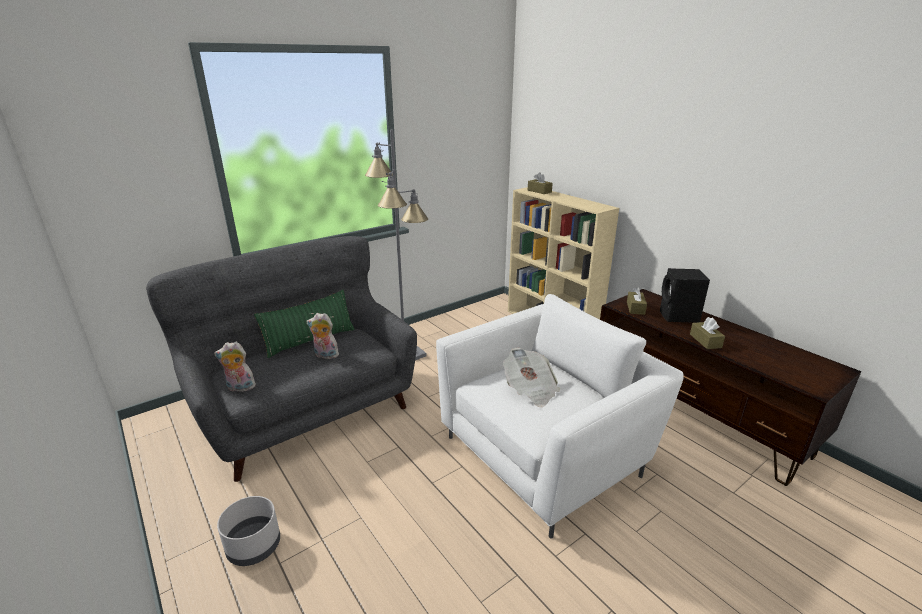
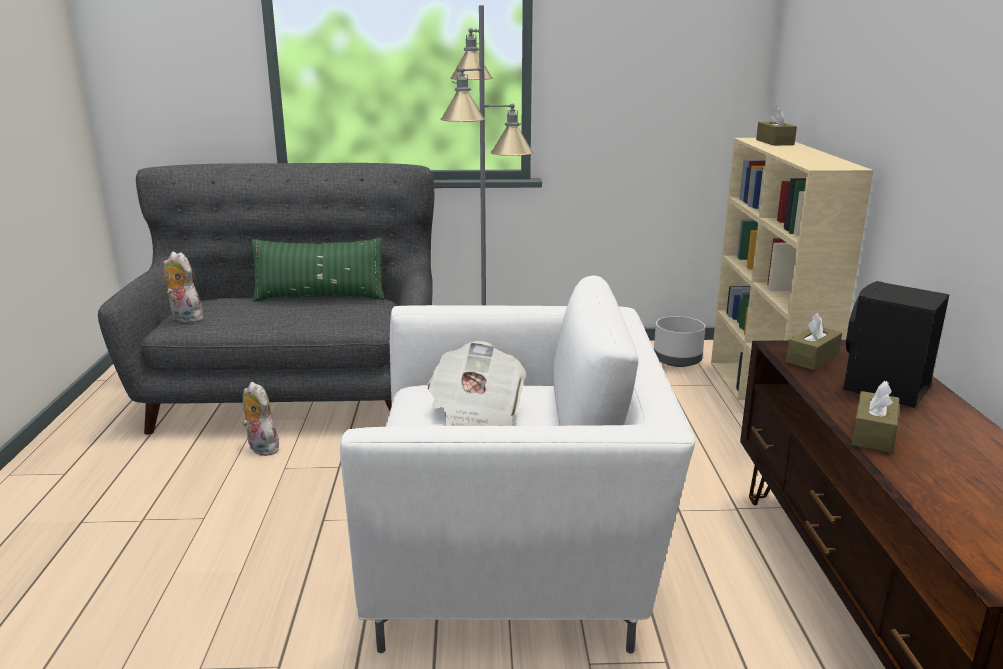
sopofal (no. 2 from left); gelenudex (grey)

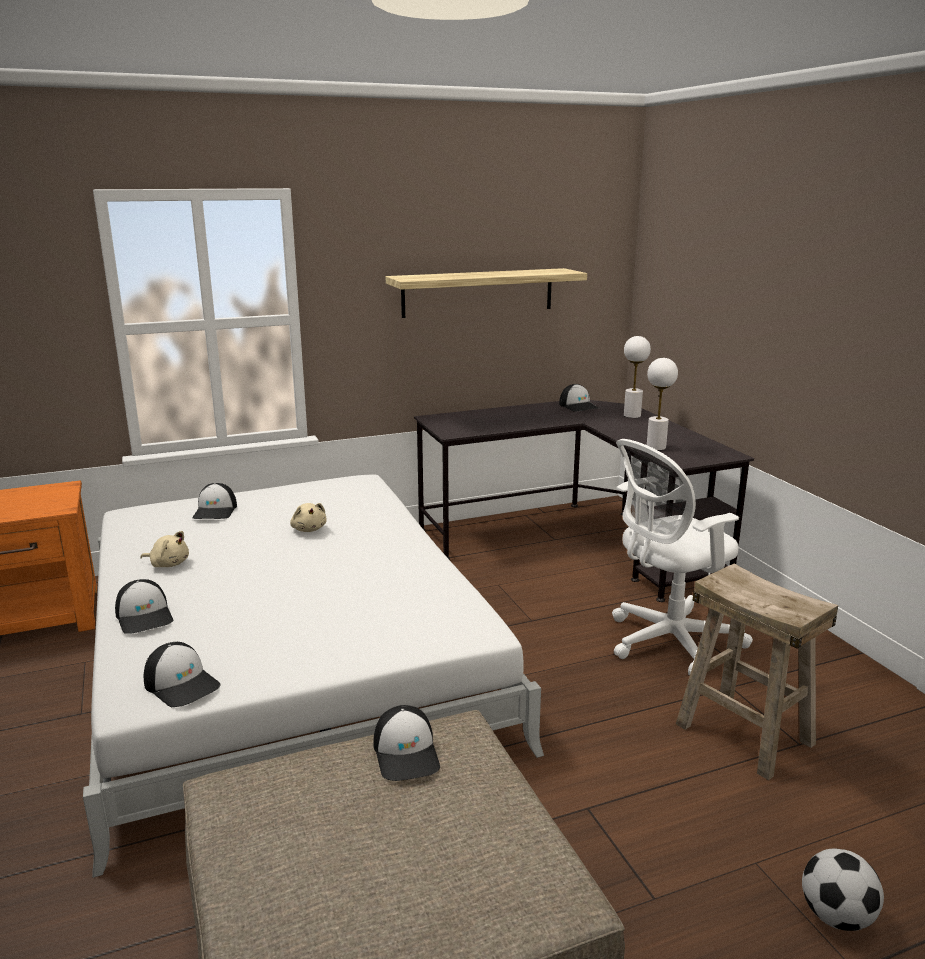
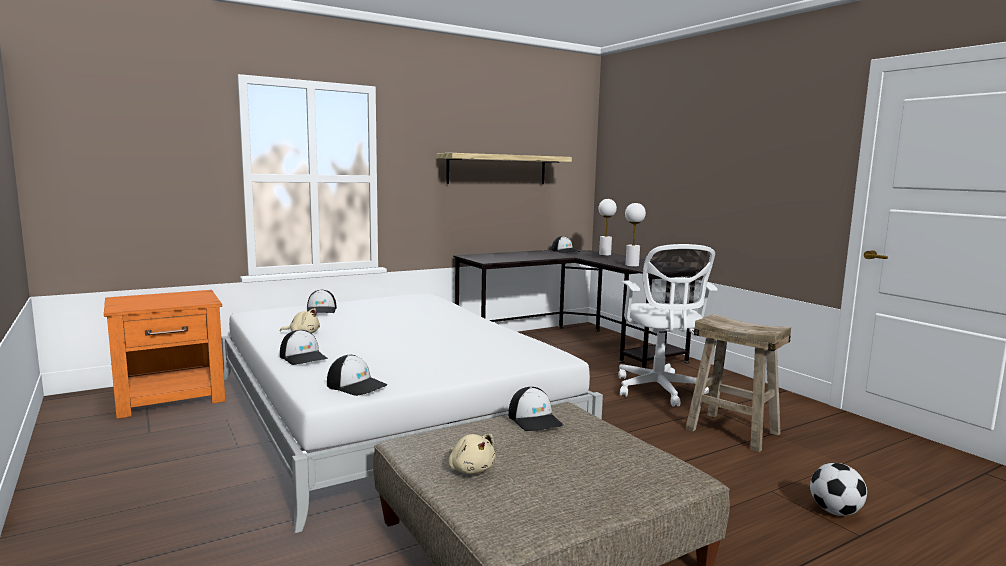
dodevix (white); sopofal (beige) (no. 2 from left)

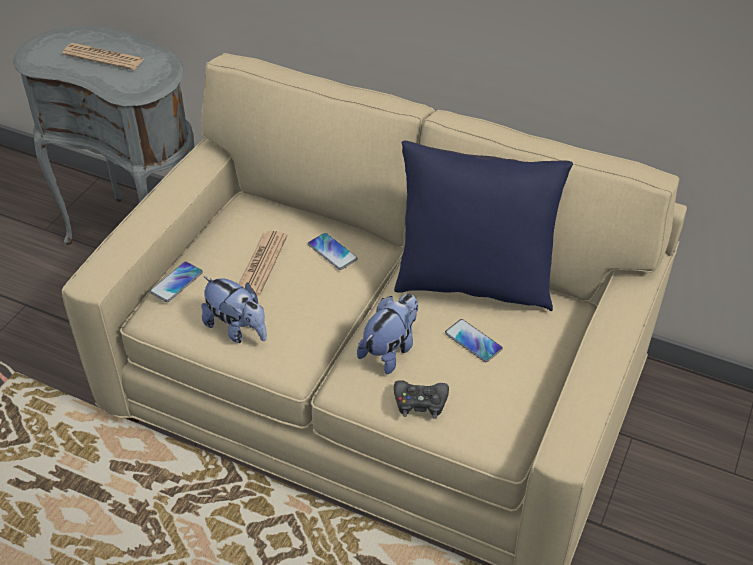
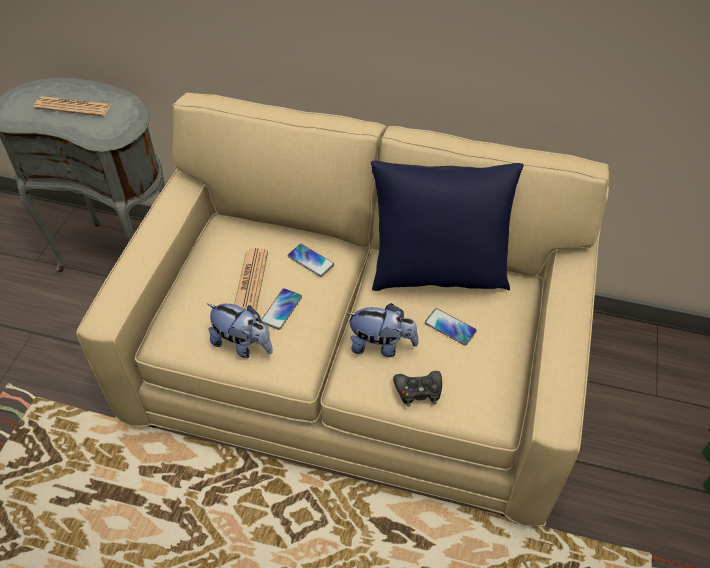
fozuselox (no. 1 from left); sopofal (no. 2 from left)

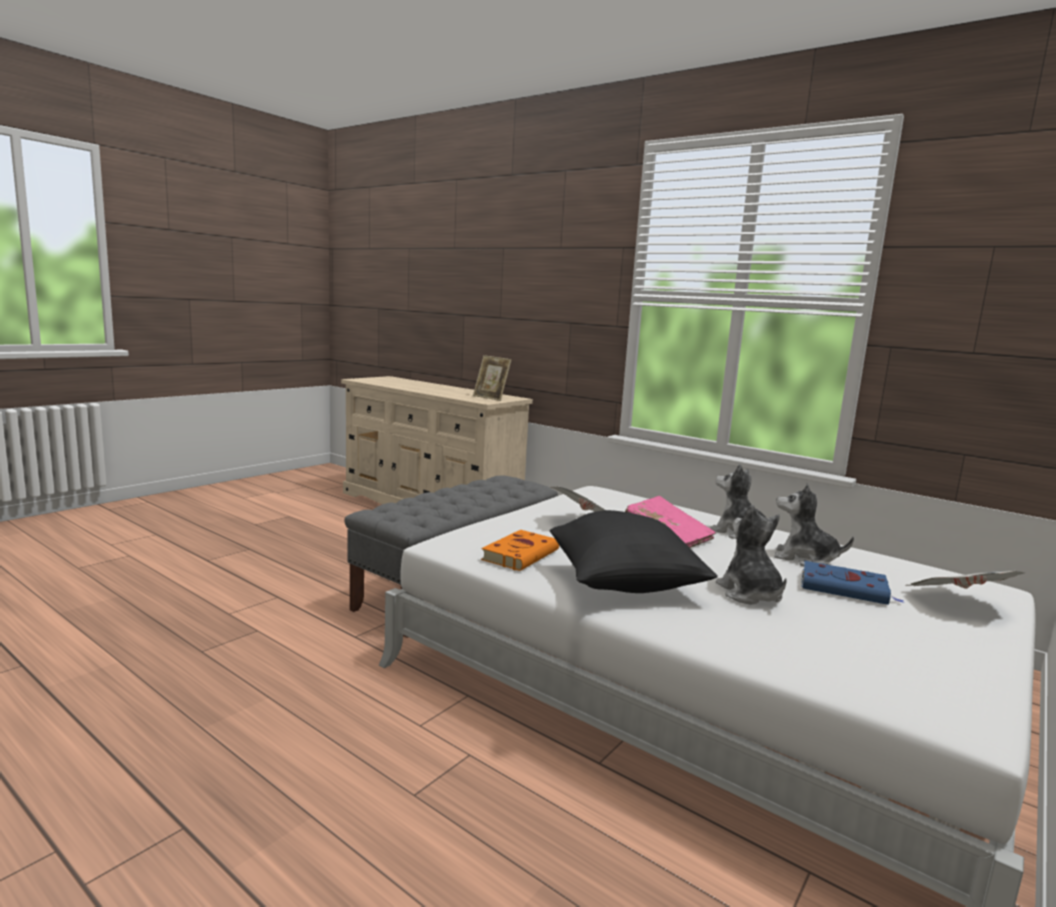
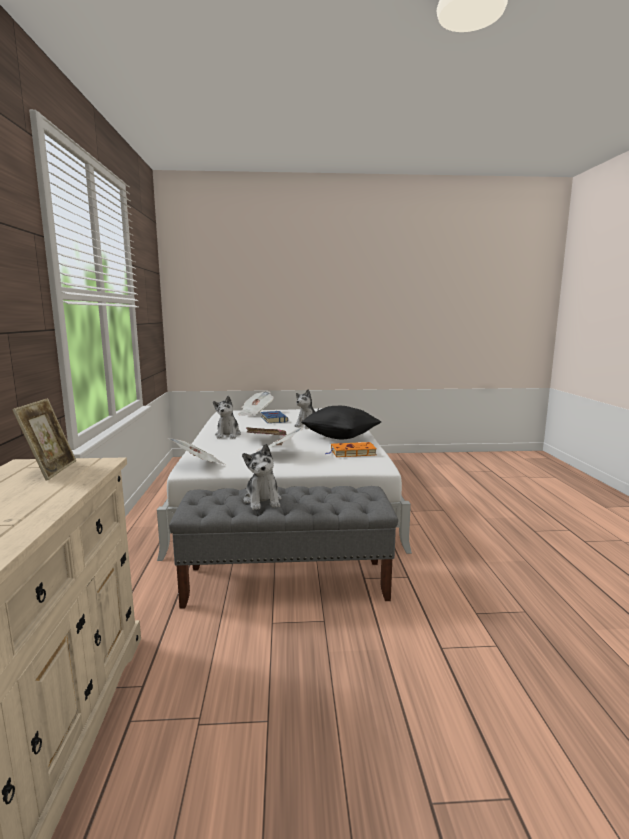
sopofal (no. 2 from left); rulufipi (no. 1 from left)

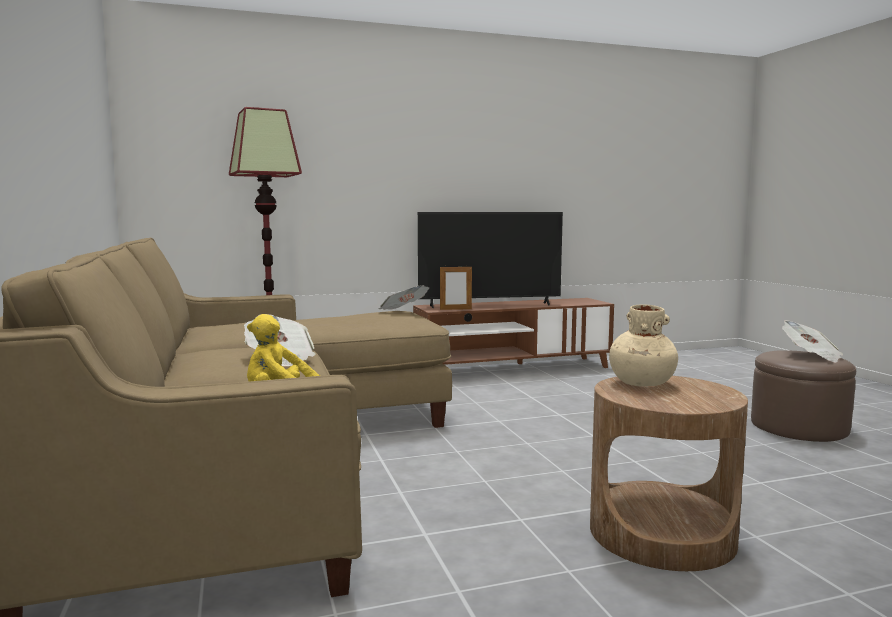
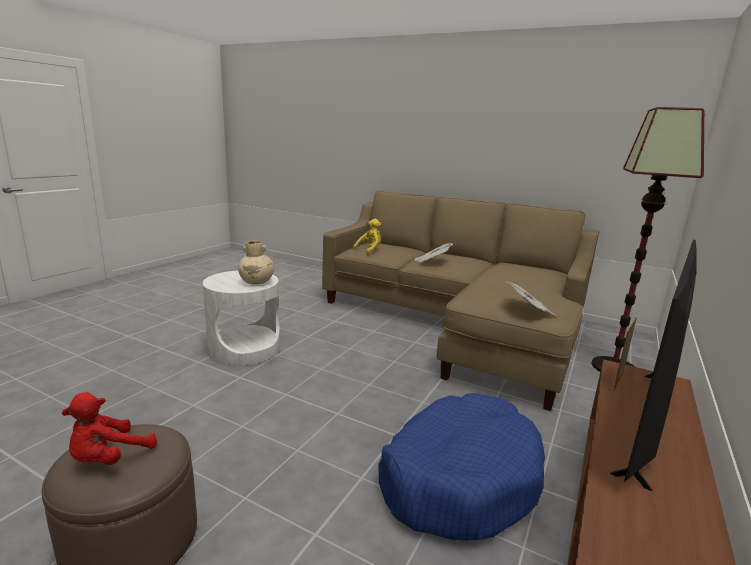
sopofal (red); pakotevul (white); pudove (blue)

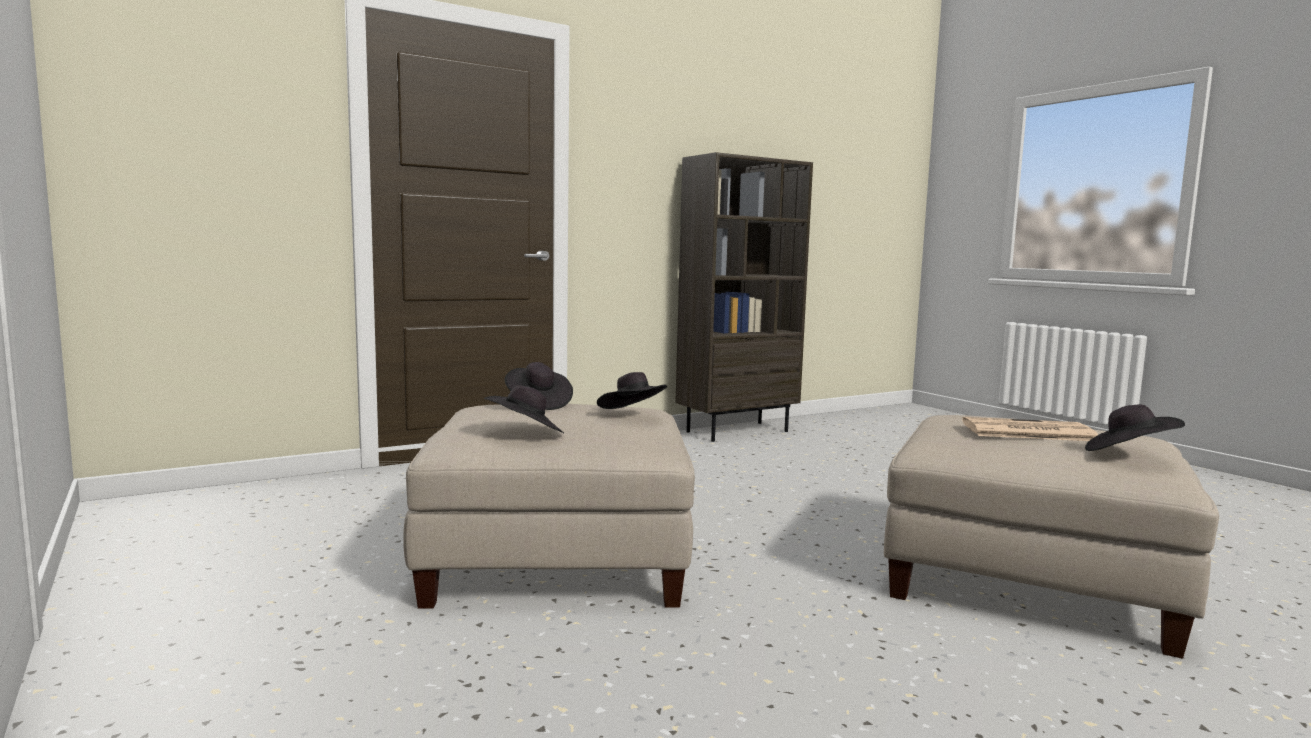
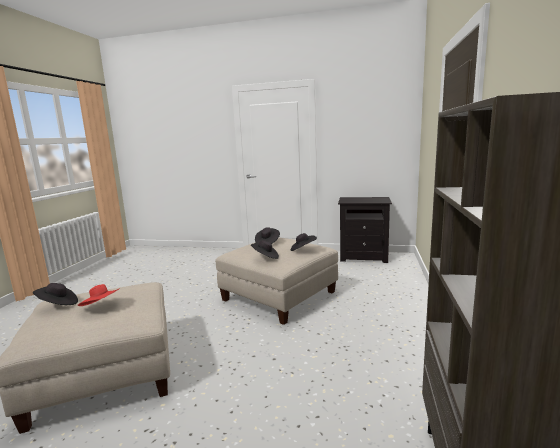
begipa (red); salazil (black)

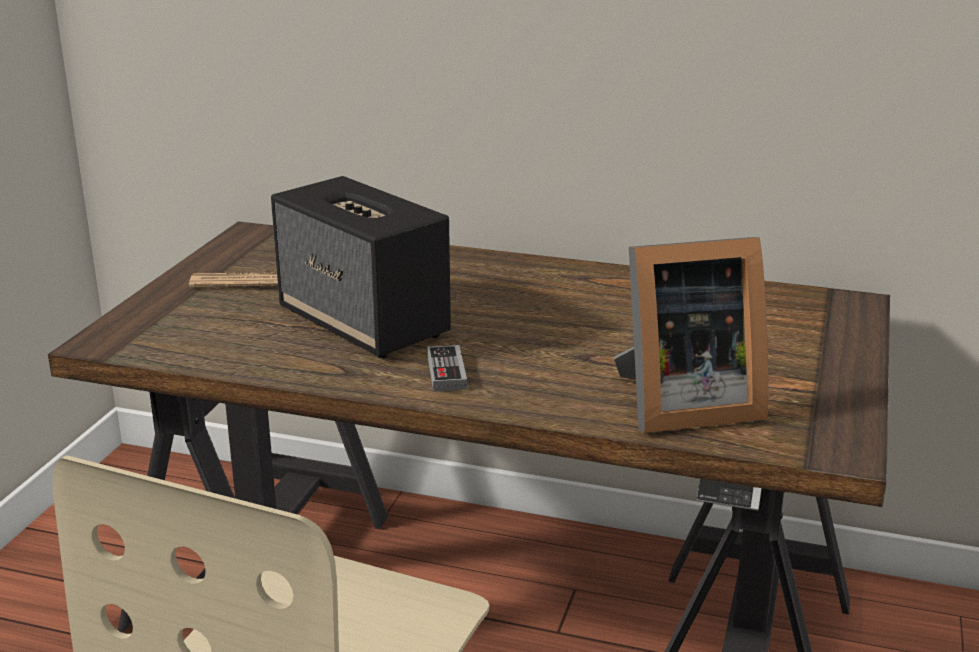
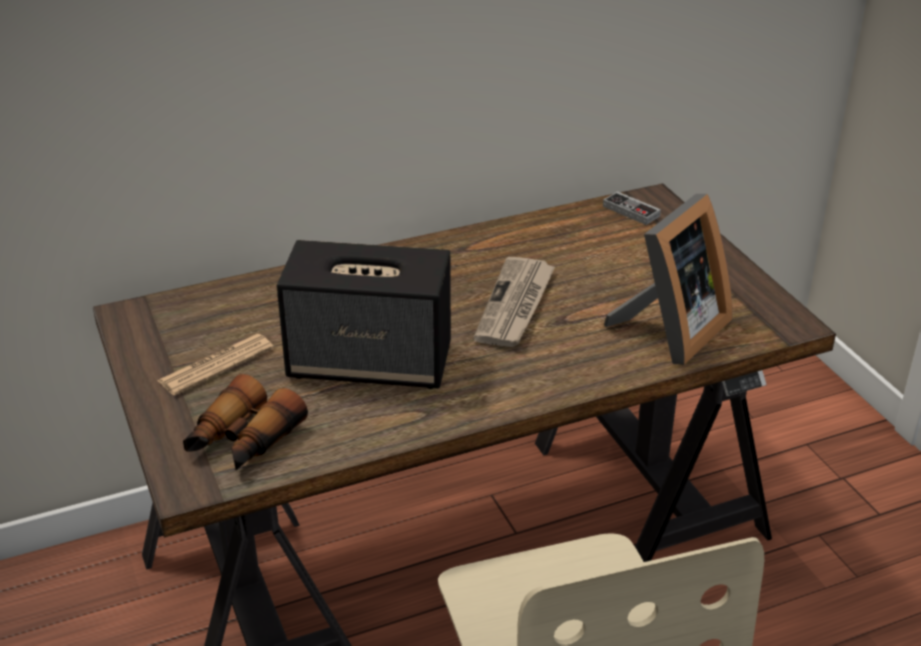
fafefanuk; rulufipi (no. 2 from left); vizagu

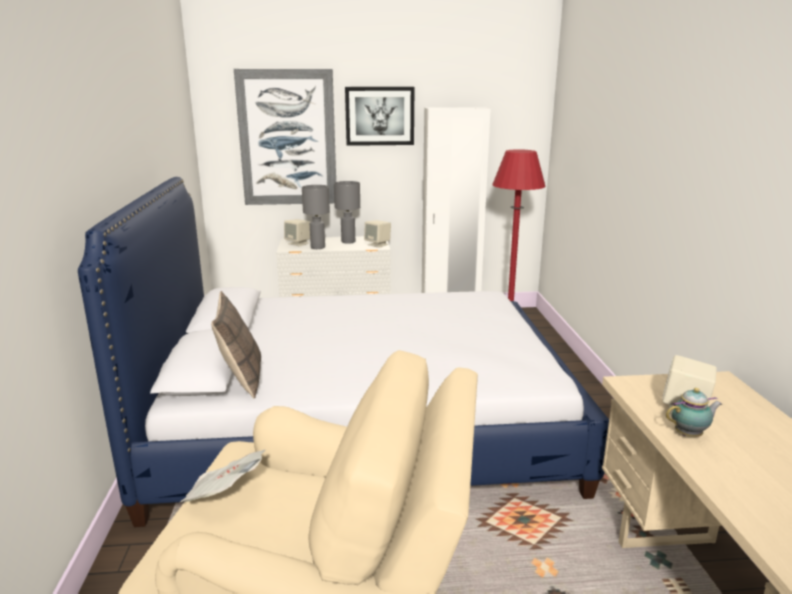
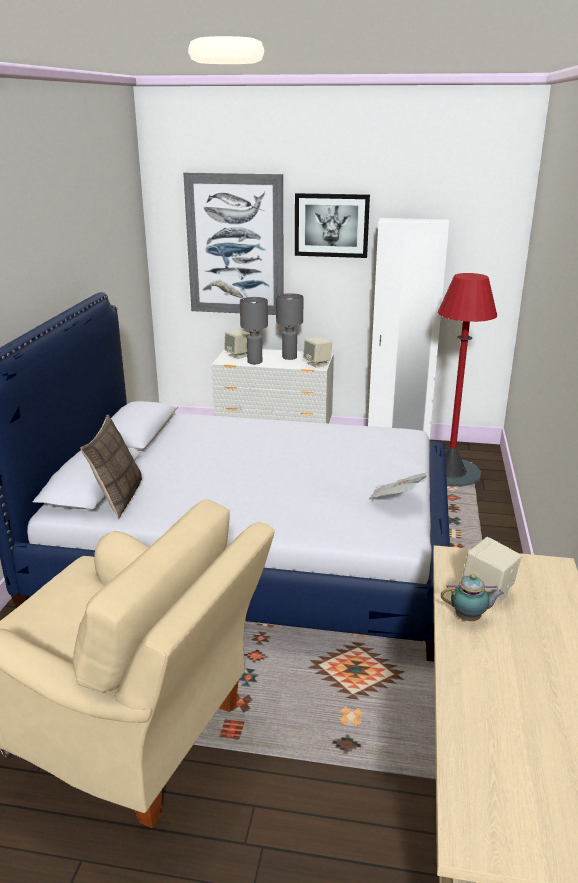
rulufipi

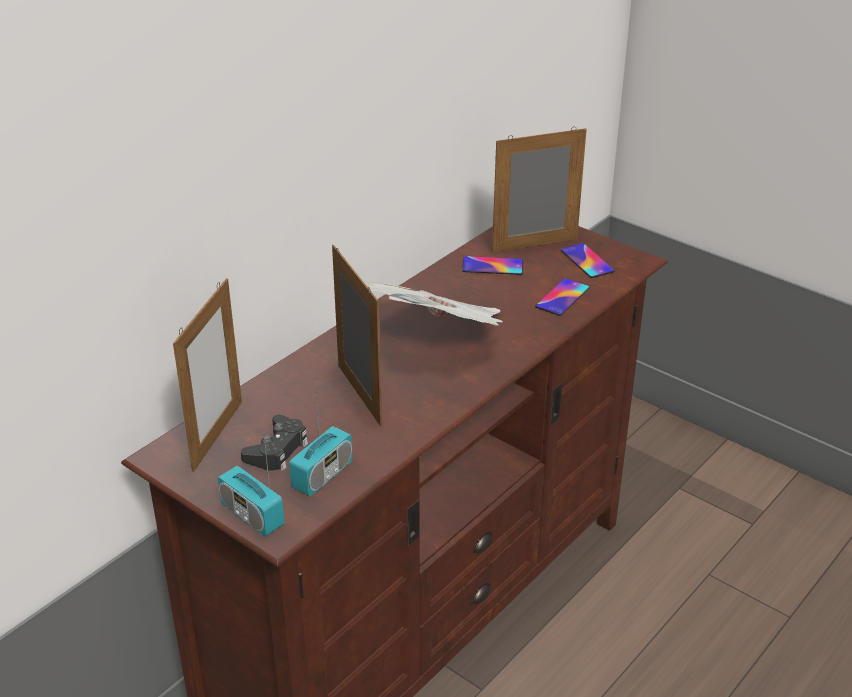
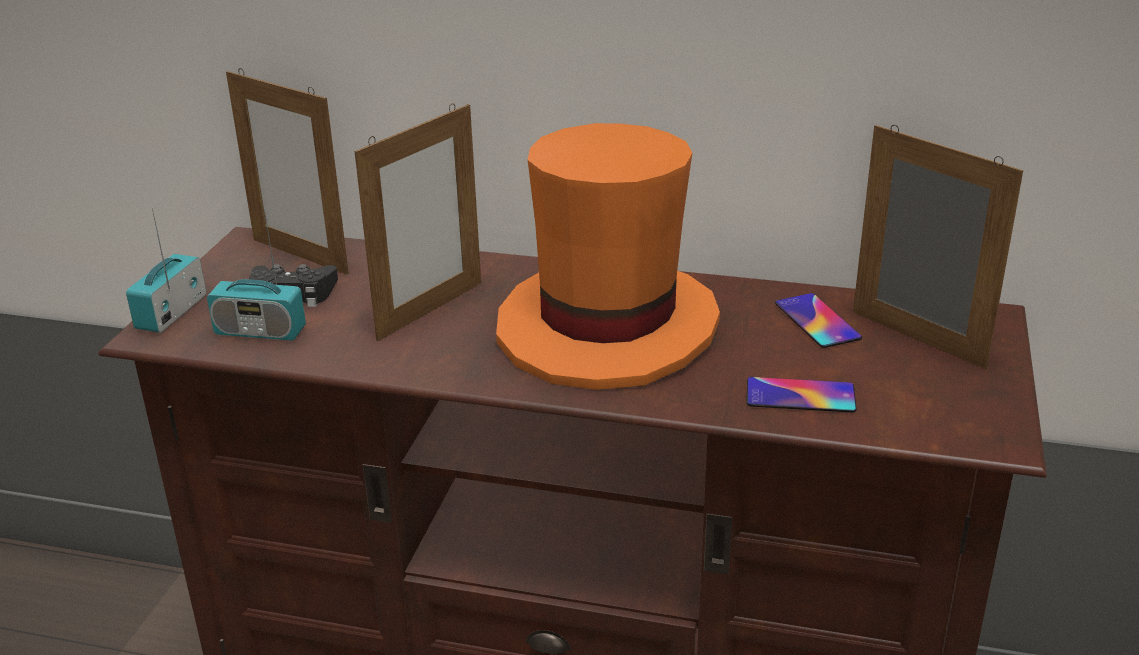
fozuselox (no. 3 from left in the first image); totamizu (no. 1 from left); begipa (orange)

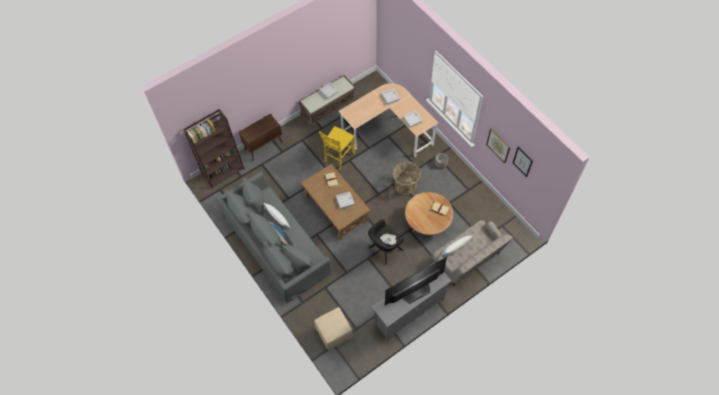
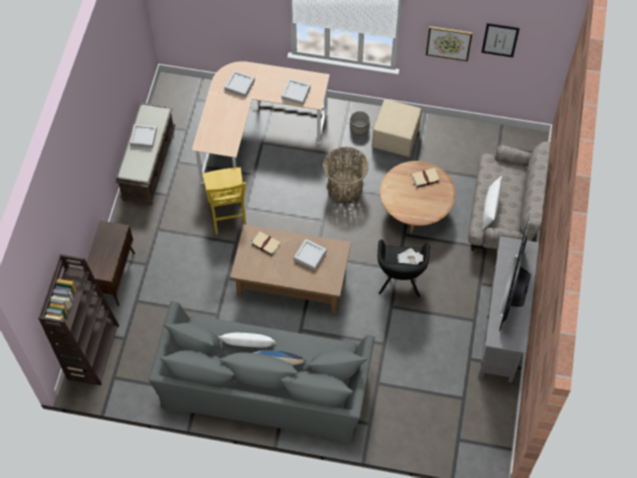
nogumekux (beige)

